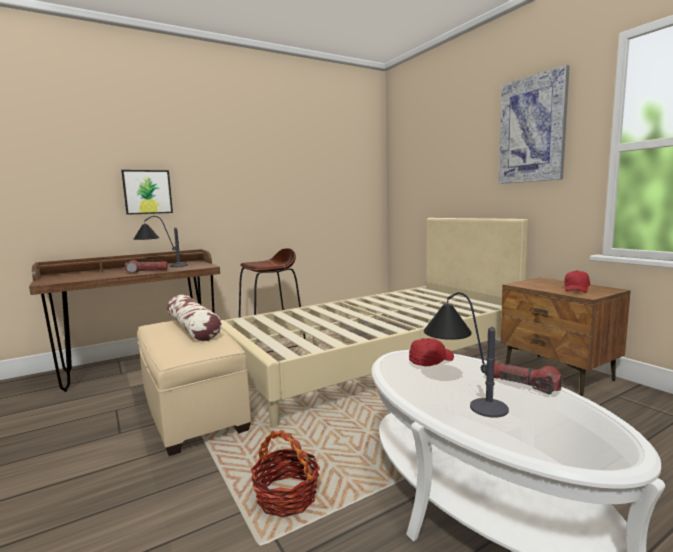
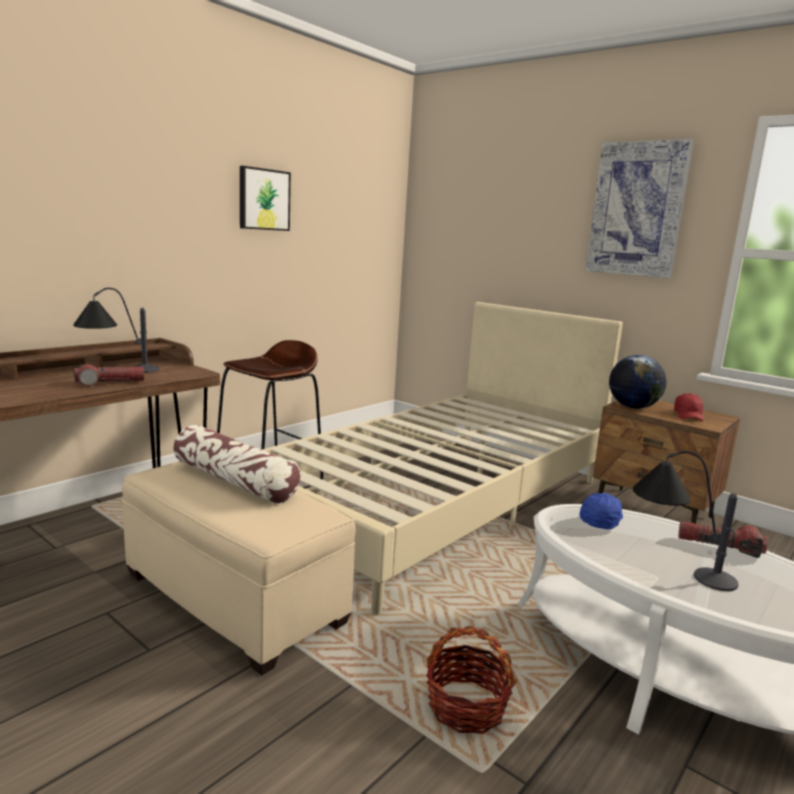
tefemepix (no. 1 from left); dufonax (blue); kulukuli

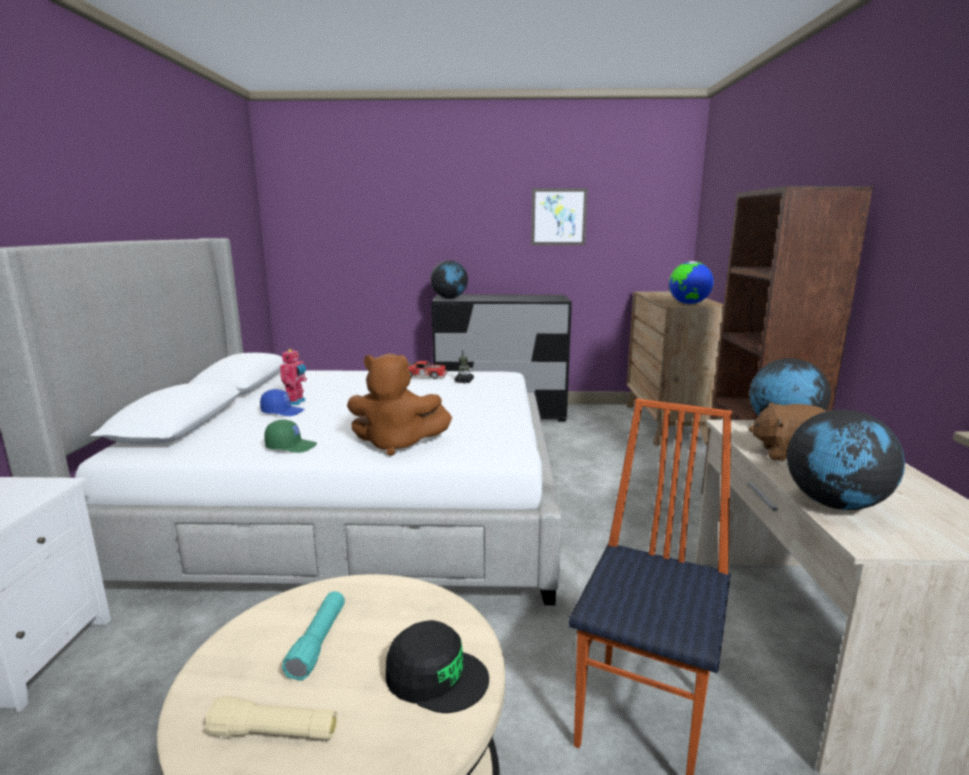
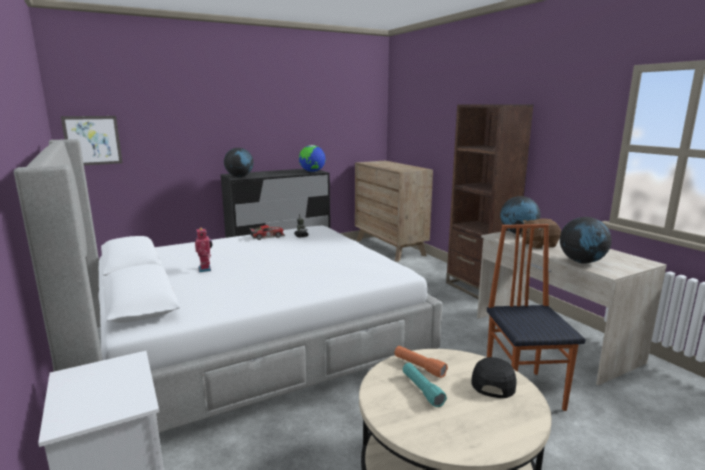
tefemepix; kulukuli (no. 2 from left); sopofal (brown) (no. 1 from left in the first image); dufonax (blue); dufonax (green); dufonax (black); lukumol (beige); lukumol (orange)

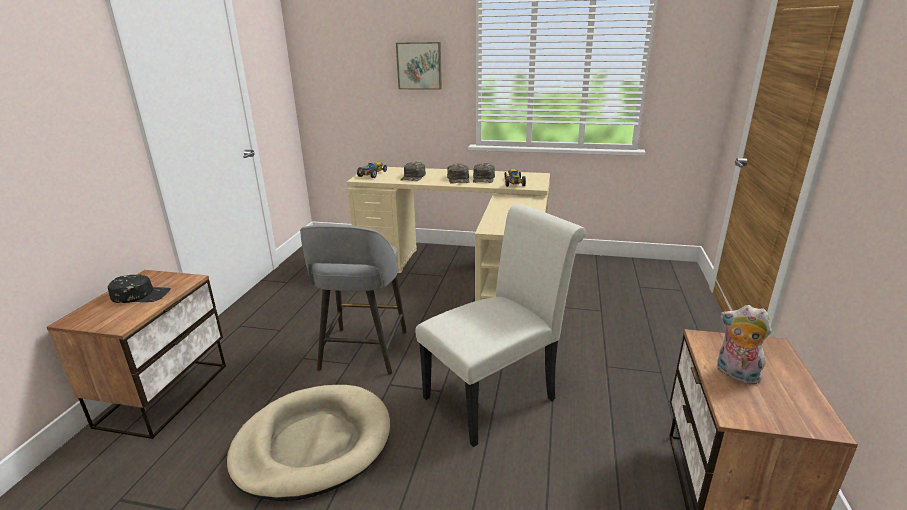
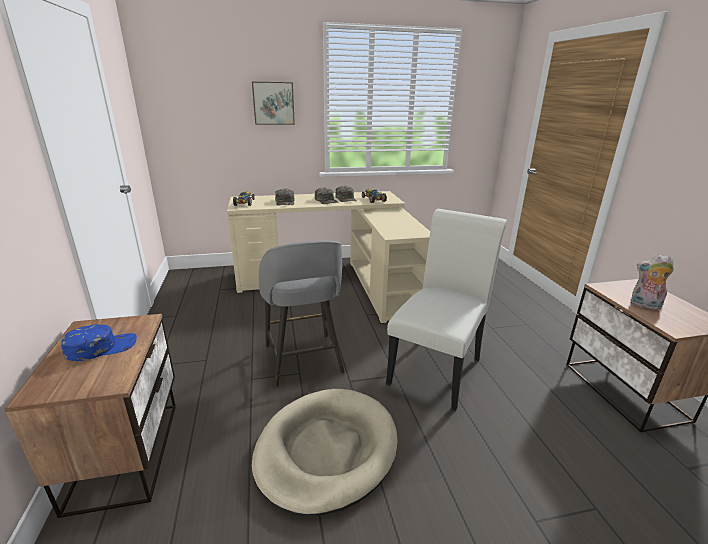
dufonax (blue)

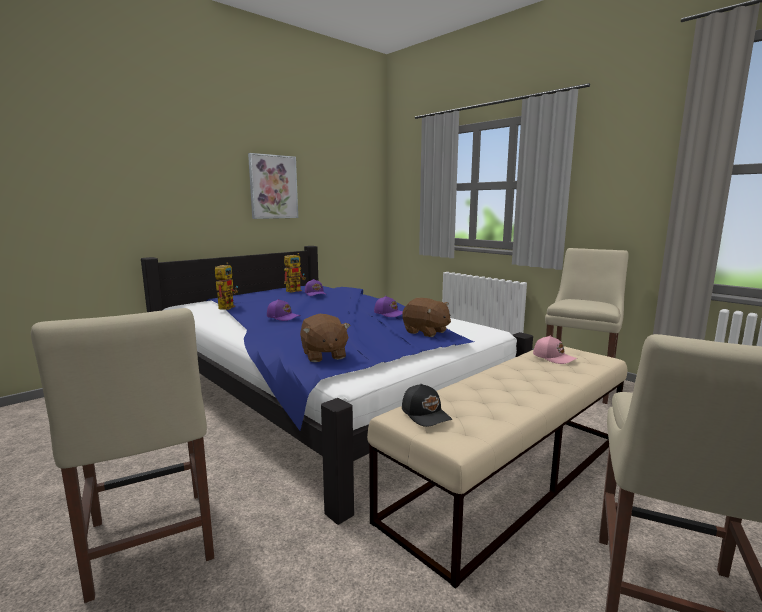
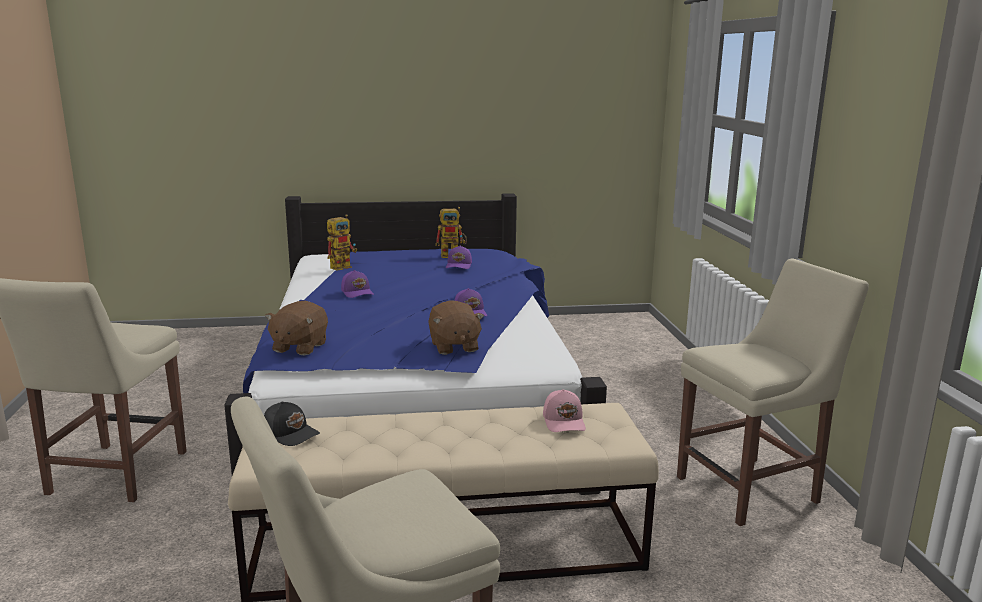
tefemepix; dufonax (black)

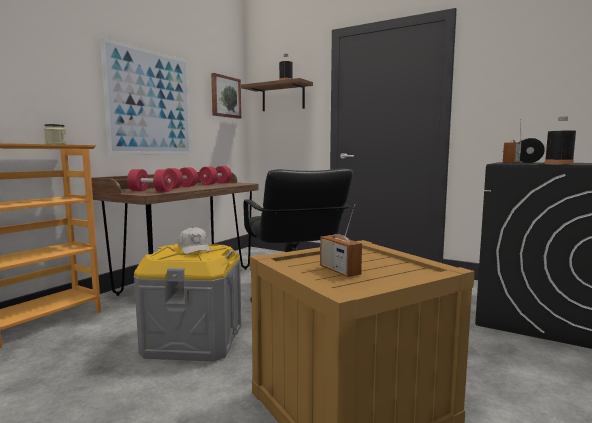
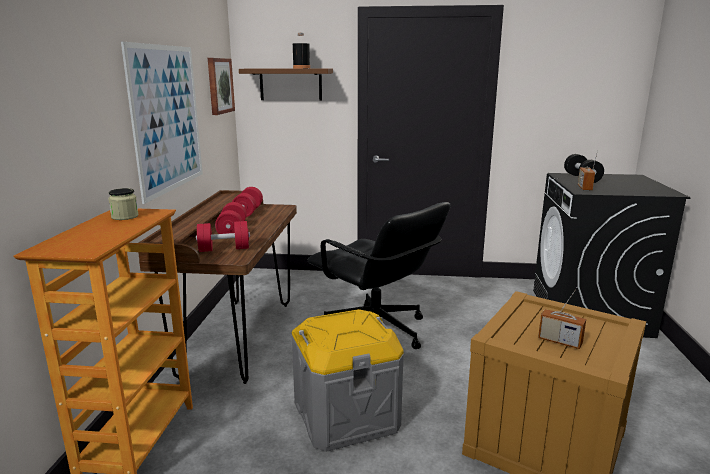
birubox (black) (no. 2 from left in the first image); dufonax (white)

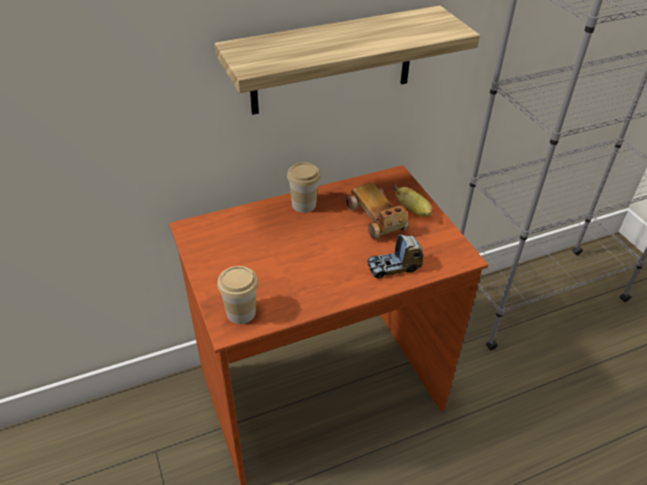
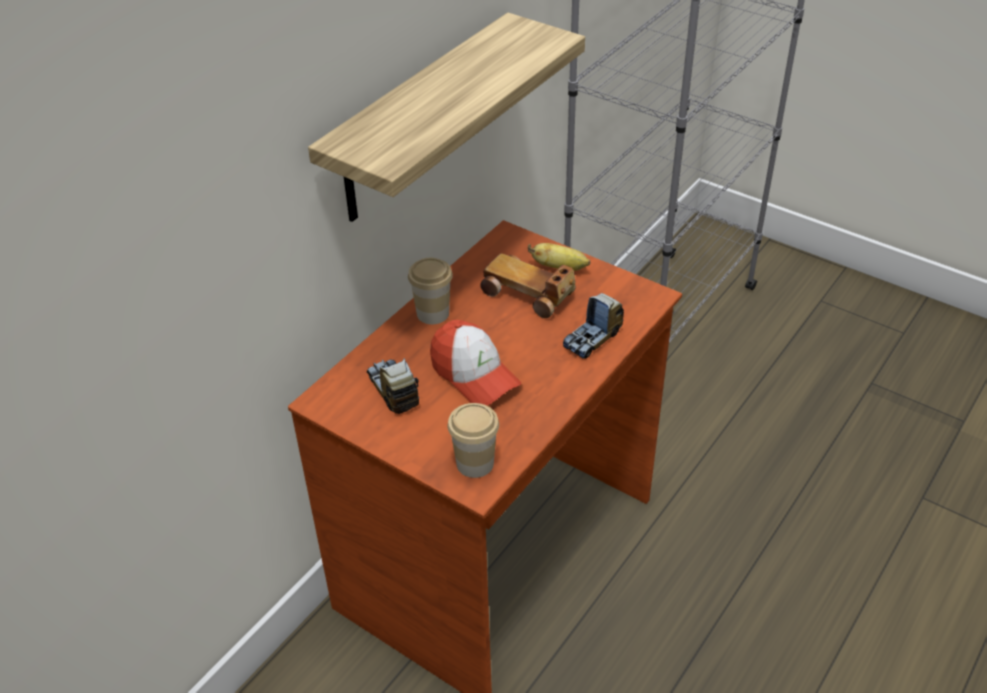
dufonax; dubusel (no. 1 from left)

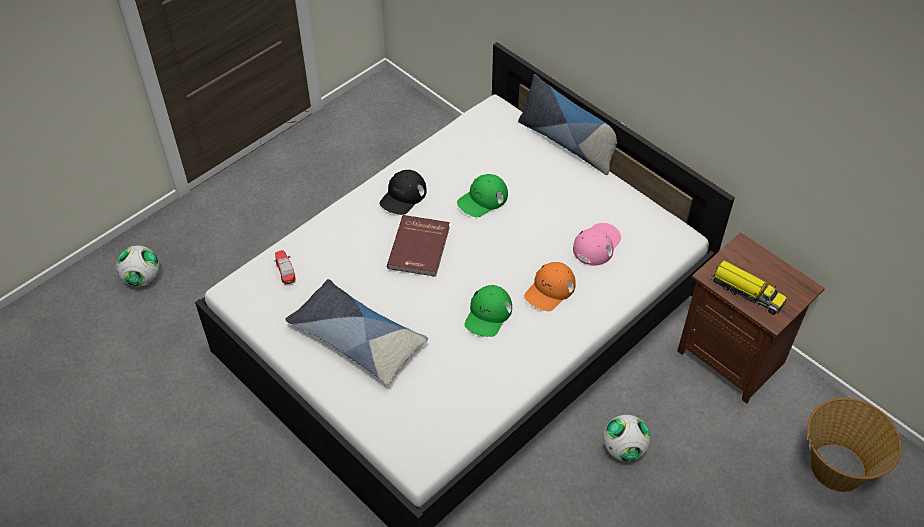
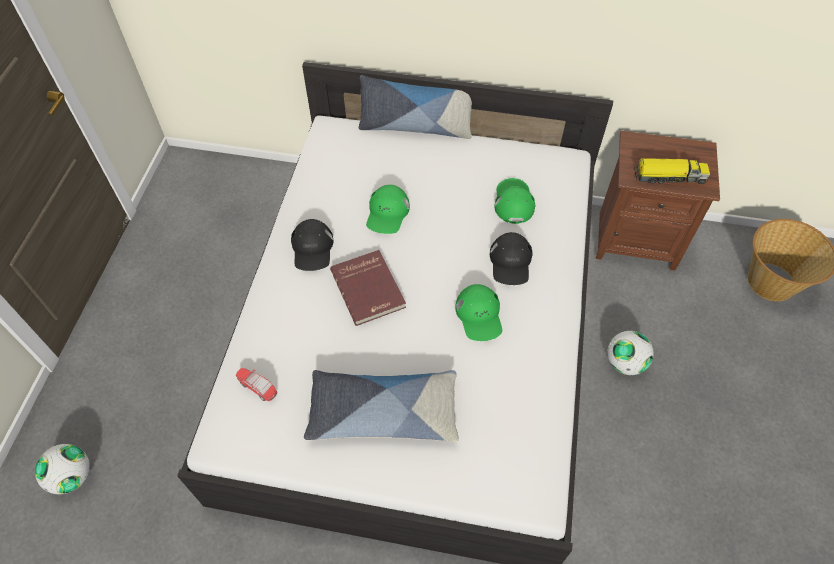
dufonax (green) (no. 3 from left); dufonax (black) (no. 2 from left)

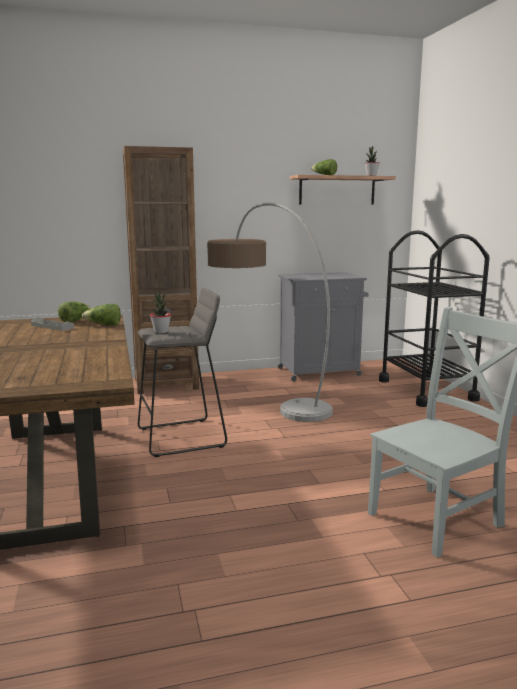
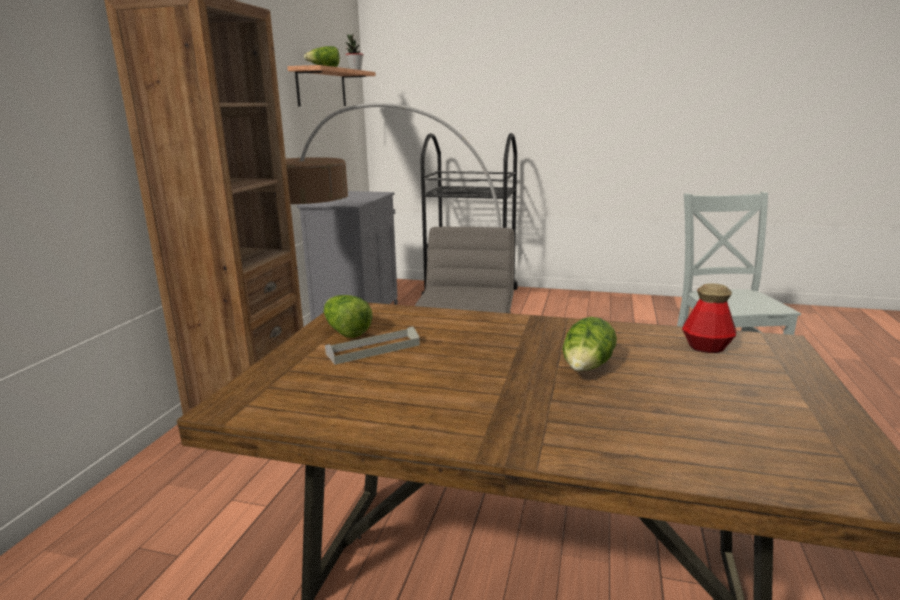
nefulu (no. 1 from left in the first image); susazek (no. 3 from left); birubox

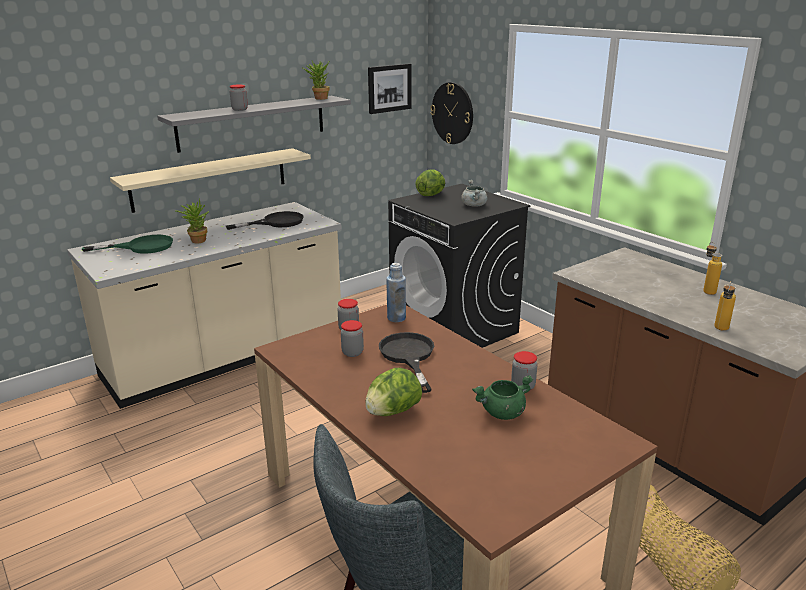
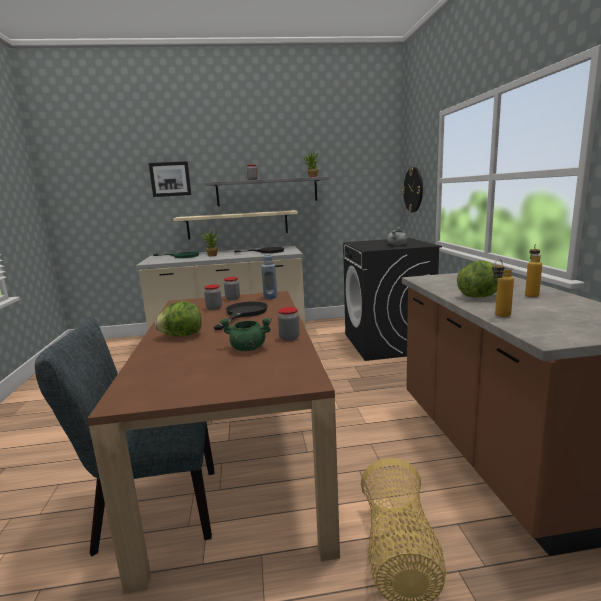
tefemepix; susazek (no. 2 from left)

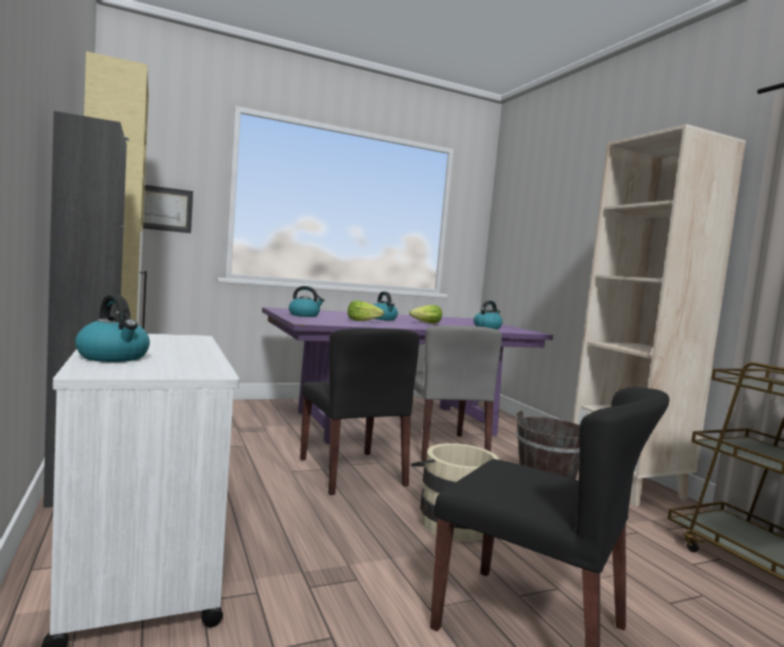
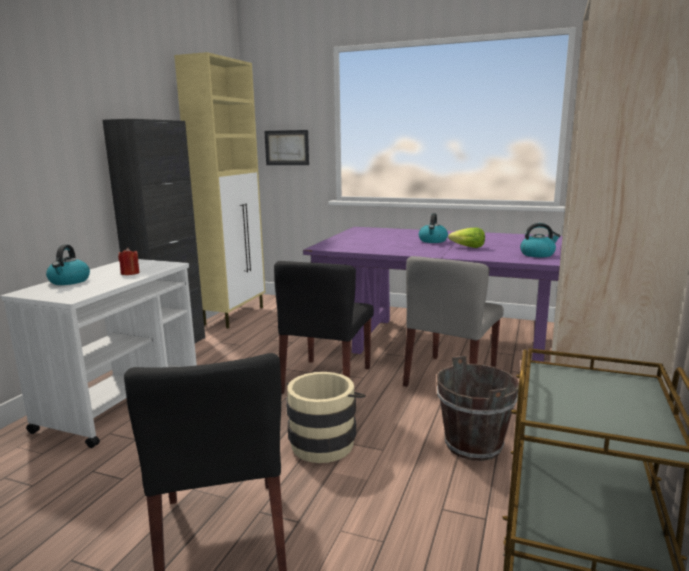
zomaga (no. 2 from left in the first image); susazek (no. 1 from left in the first image); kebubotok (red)

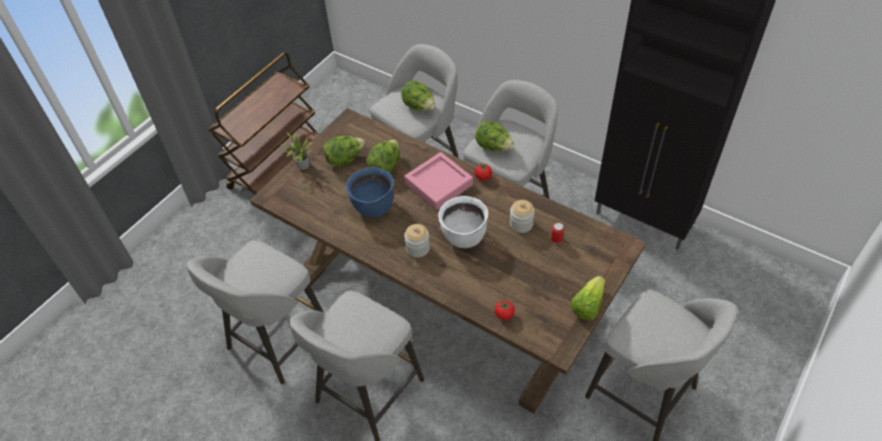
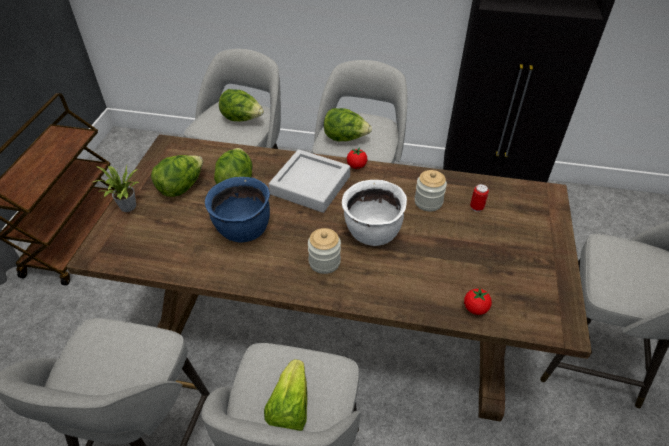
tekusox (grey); susazek (no. 4 from left)

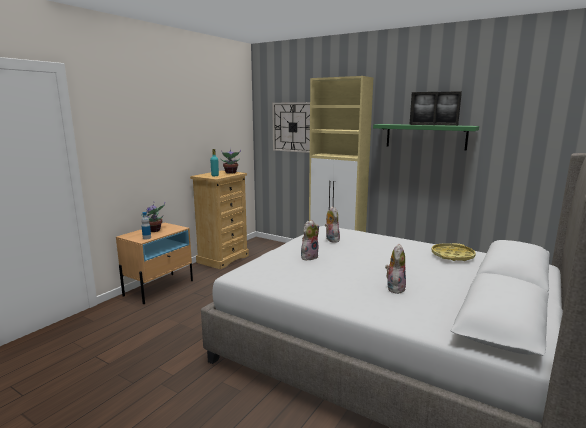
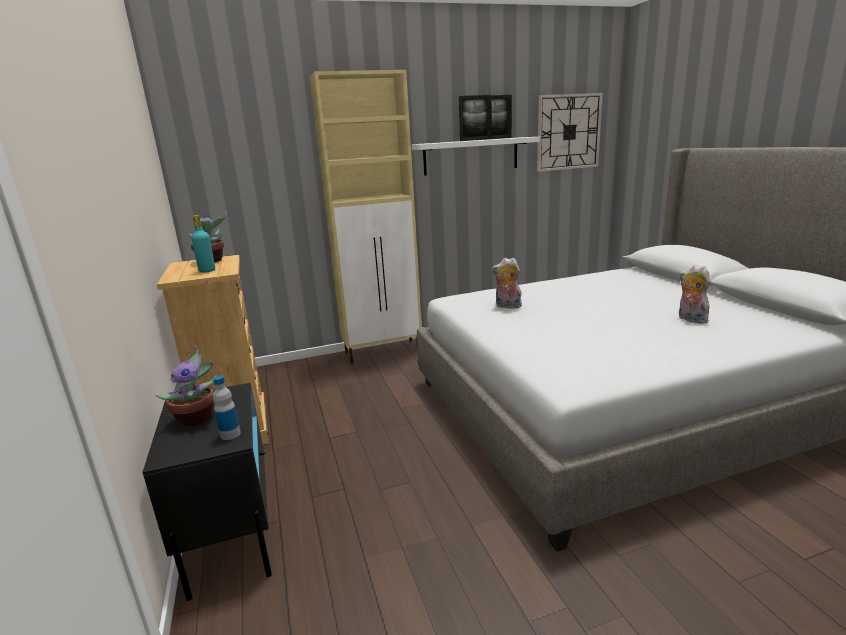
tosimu; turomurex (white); sopofal (no. 1 from left in the first image); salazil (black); tekusox (yellow)

